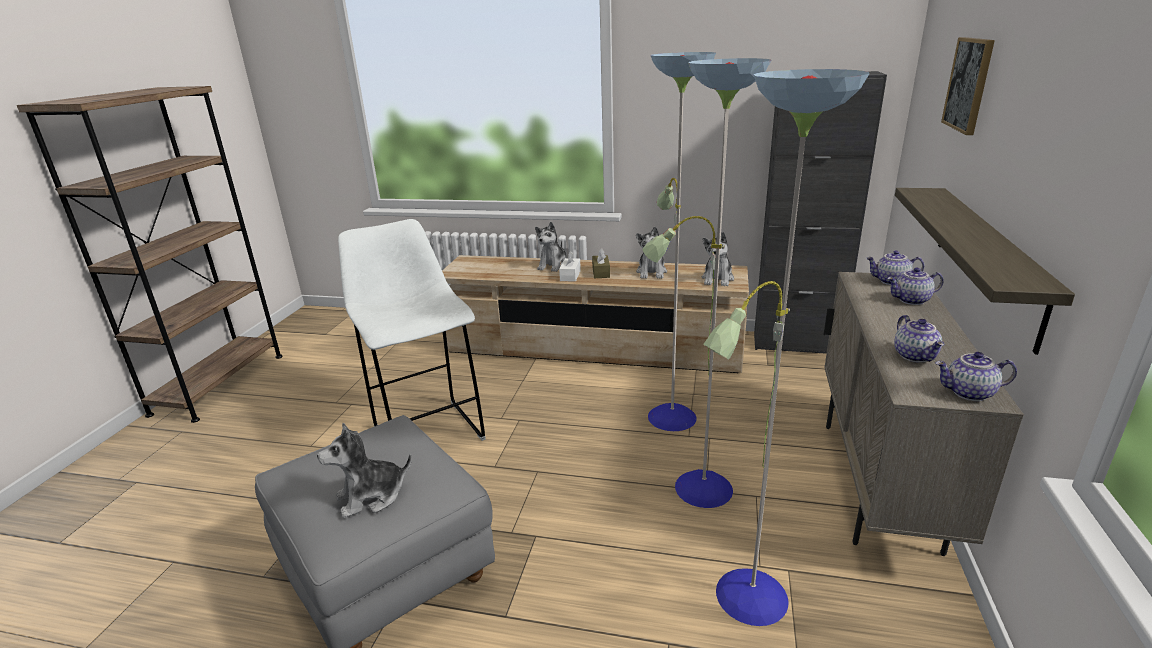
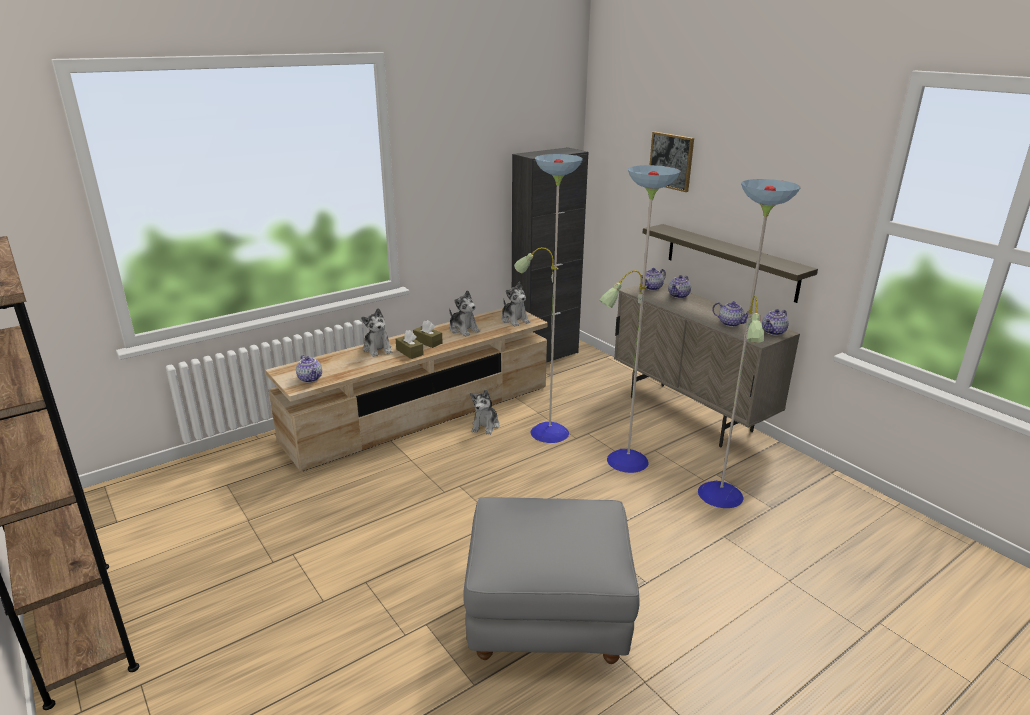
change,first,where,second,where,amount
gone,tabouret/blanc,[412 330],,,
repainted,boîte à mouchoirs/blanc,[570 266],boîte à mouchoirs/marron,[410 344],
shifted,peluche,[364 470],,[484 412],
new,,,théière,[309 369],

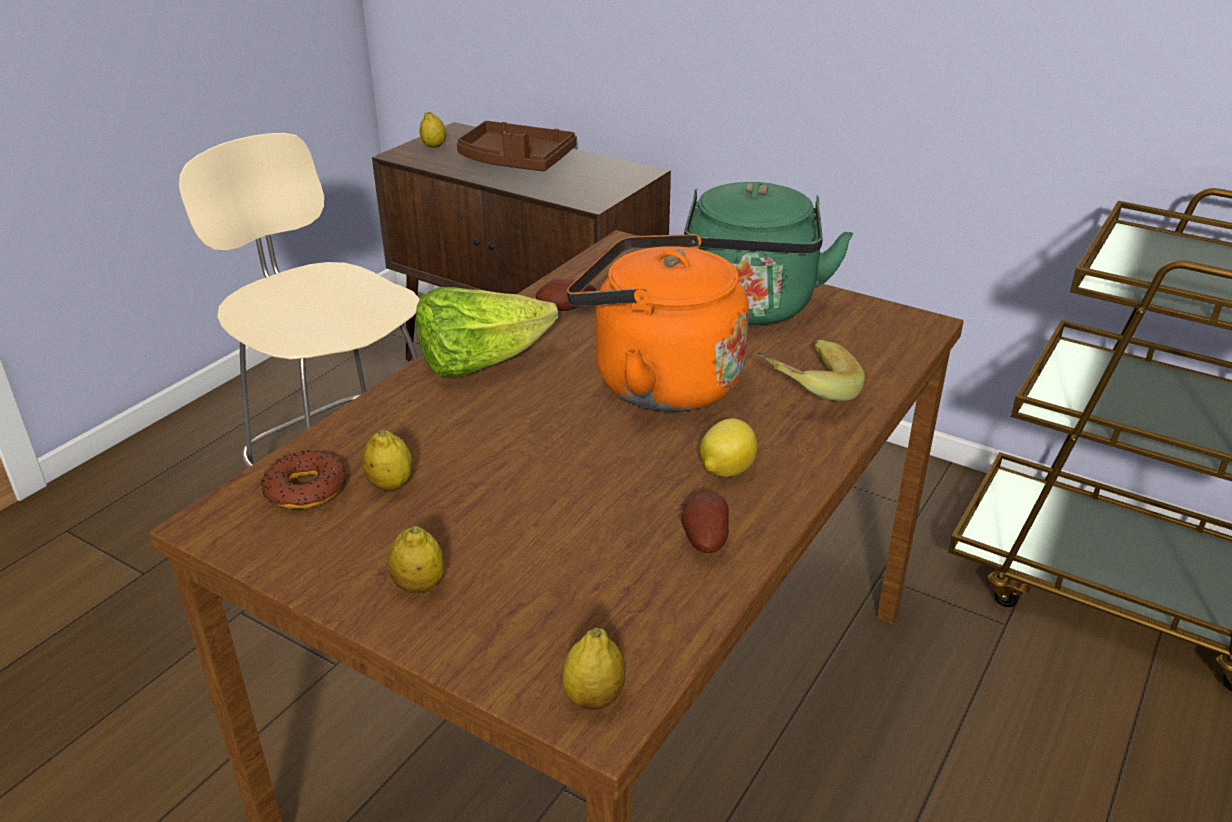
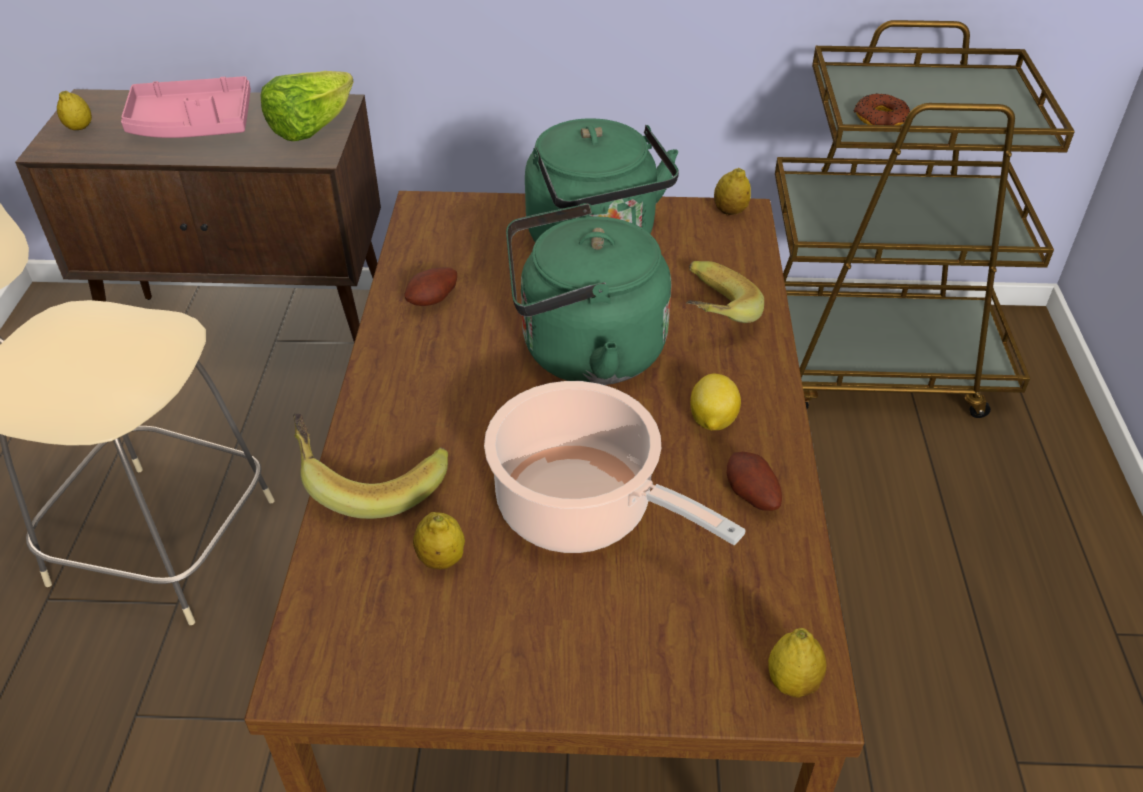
change,first,where,second,where,amount
repainted,plateau/marron,[517 146],plateau/rose,[186 107],
repainted,bouilloire/orange,[658 323],bouilloire/vert,[588 294],
shifted,laitue,[487 332],,[307 106],
shifted,beignet,[303 479],,[881 109],
shifted,citron,[415 559],,[732 191],
new,,,marmite,[615 467],
new,,,banane,[370 466],

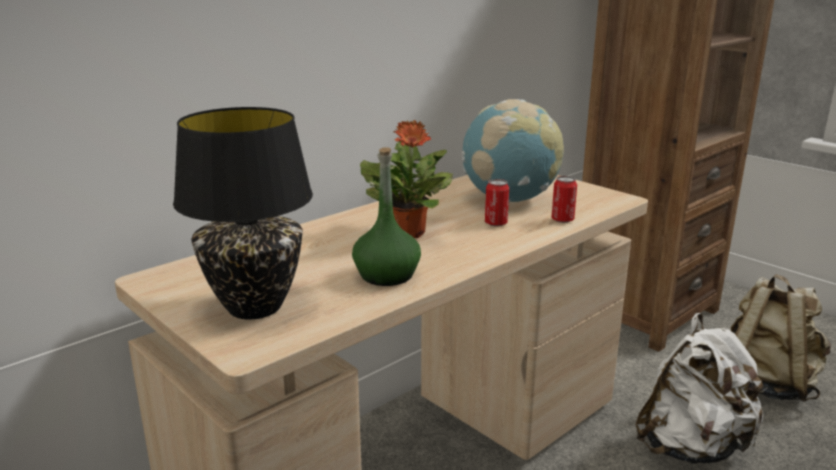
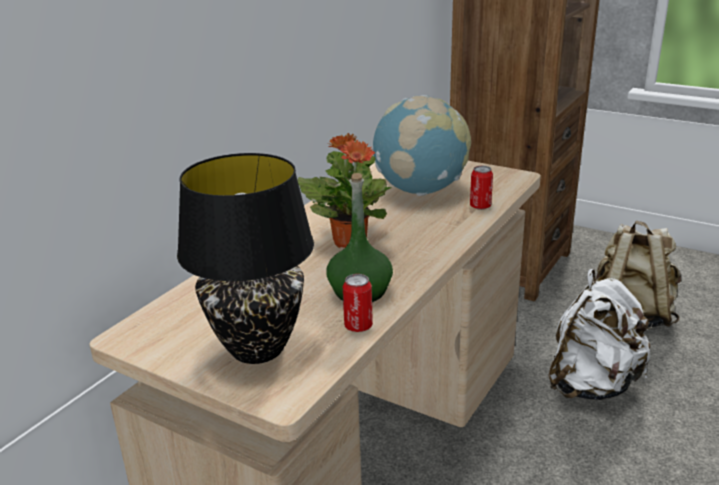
change,first,where,second,where,amount
shifted,boîte métallique,[497 203],,[358 303],

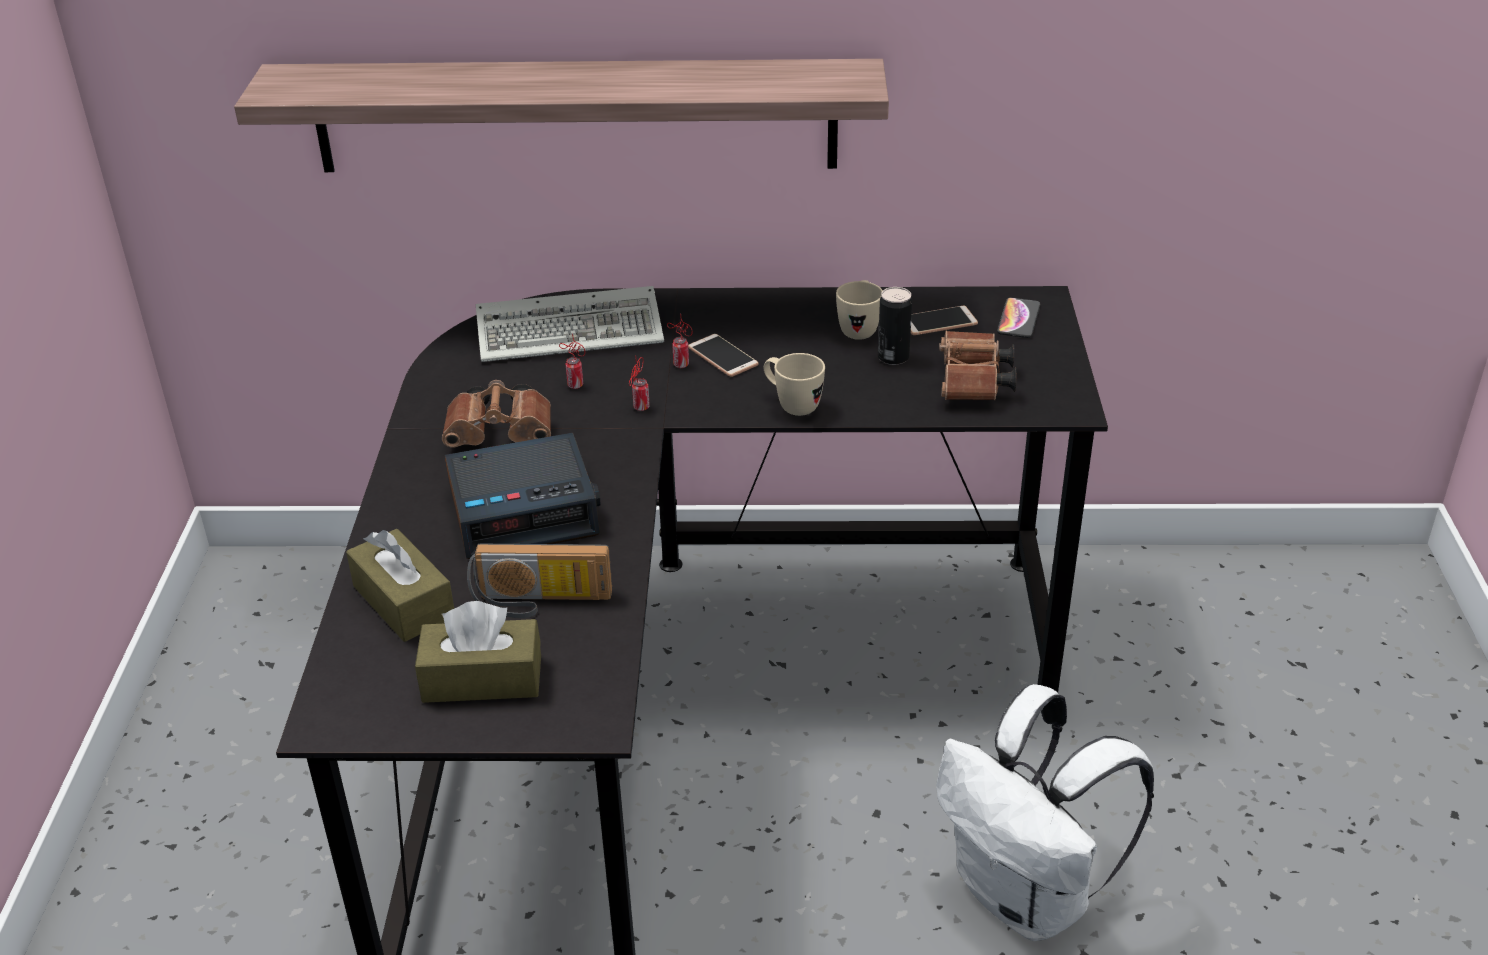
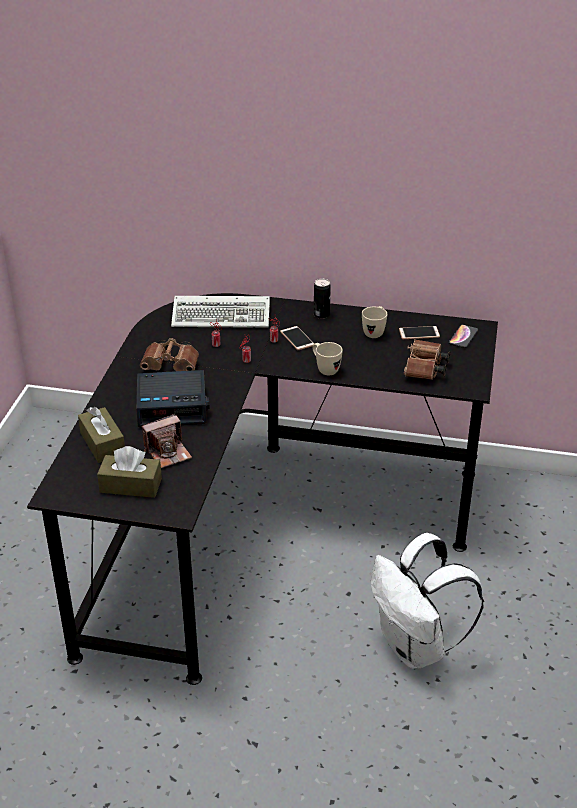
change,first,where,second,where,amount
gone,étagère,[561 115],,,
shifted,boîte métallique,[895 326],,[322 299],
swapped,radio,[539 581],appareil photo,[167 441],

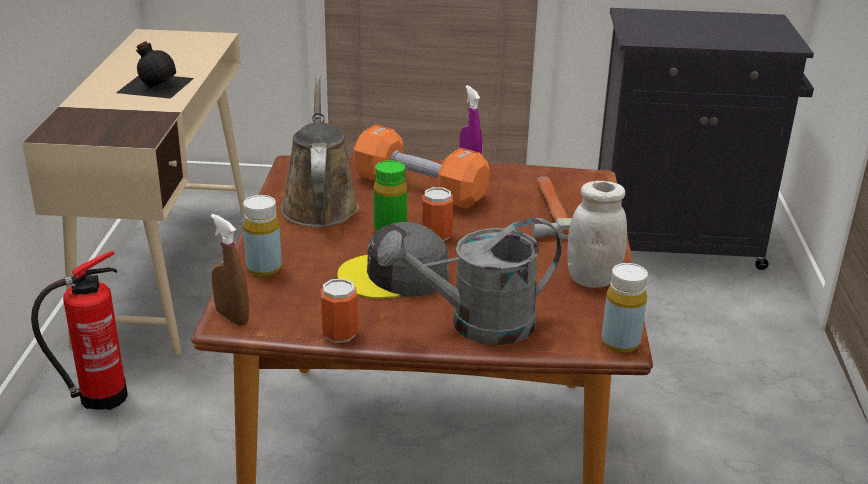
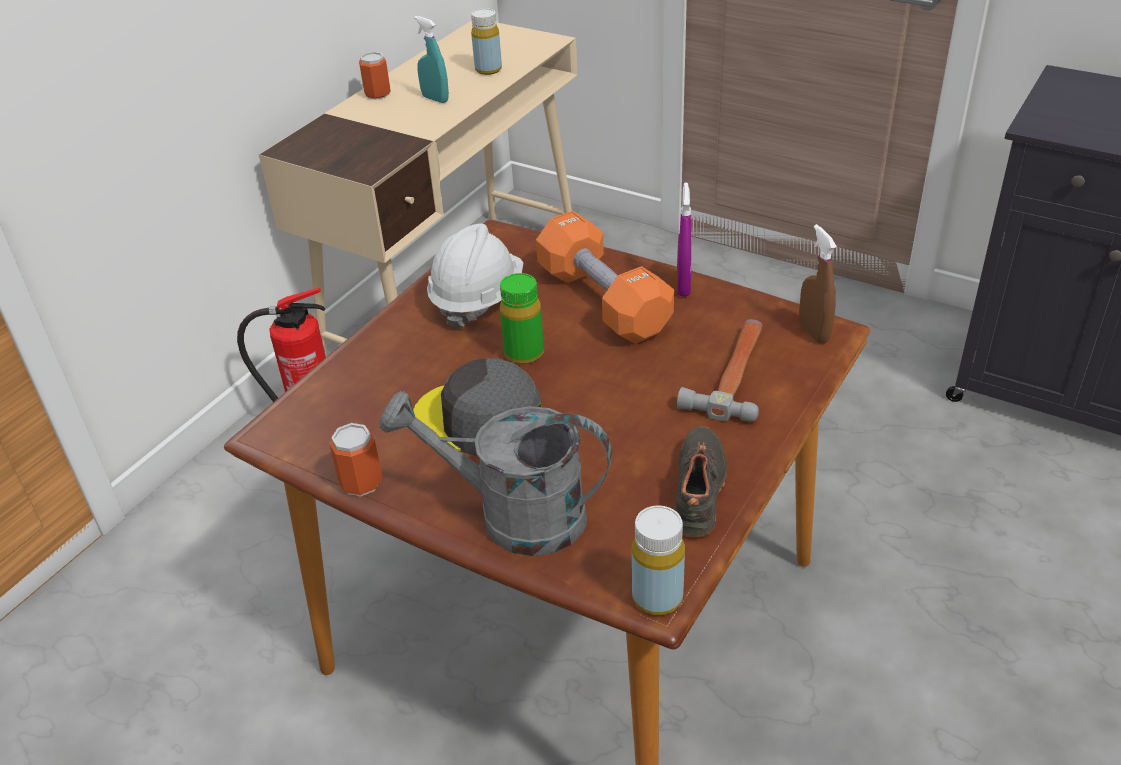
change,first,where,second,where,amount
swapped,bouteille/noir,[155 70],vaporisateur/turquoise,[431 59],
swapped,arrosoir/marron,[320 151],casque de chantier/blanc,[475 276],
swapped,bocal/blanc,[597 234],chaussure/noir,[701 481],
shifted,boîte métallique,[437 214],,[375 76],
shifted,bouteille/jaune,[262 236],,[486 41],
shifted,vaporisateur/marron,[230 270],,[818 283],

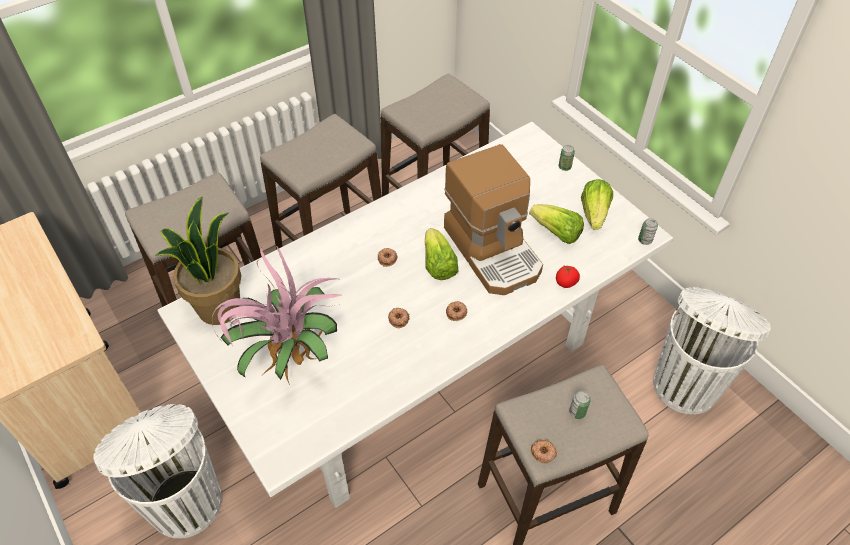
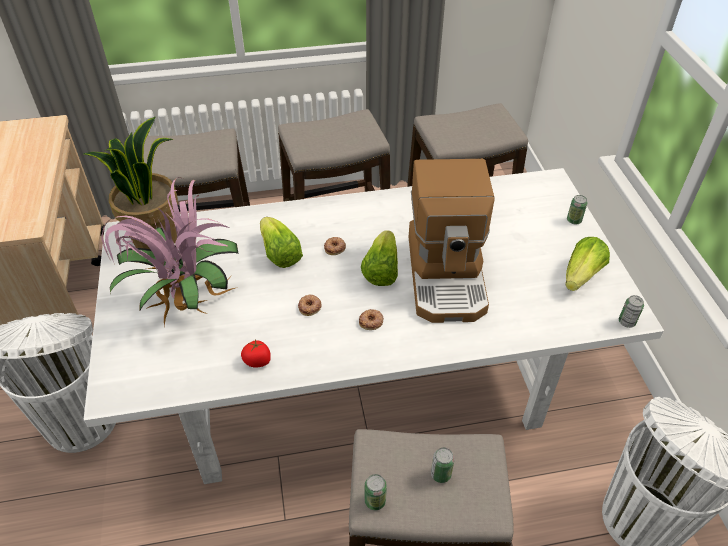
change,first,where,second,where,amount
shifted,laitue,[556 224],,[281 242],
shifted,tomate,[568 277],,[256 353],
swapped,beignet,[544 451],boîte métallique,[376 492],

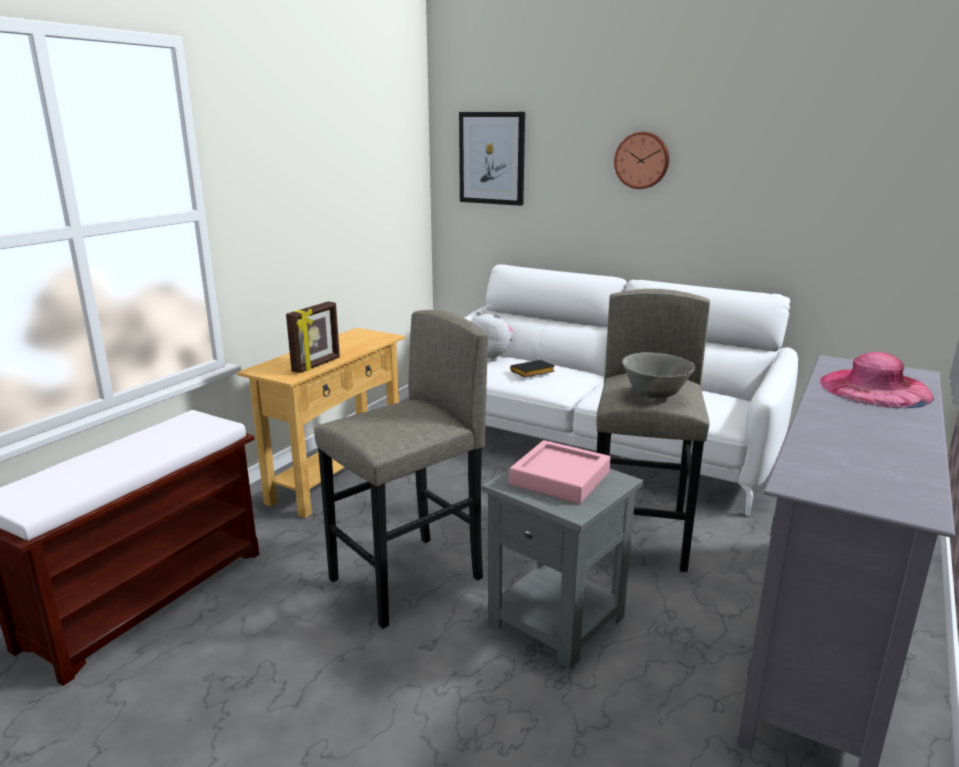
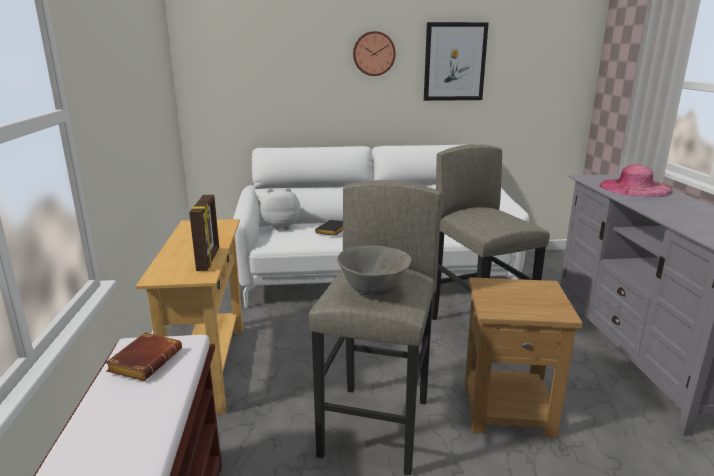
change,first,where,second,where,amount
shifted,tableau,[492 159],,[456 61],
shifted,bol/gris,[658 375],,[374 271],
gone,plateau/rose,[560 472],,,
repainted,table d'appoint/gris,[562 569],table d'appoint/marron,[524 357],
new,,,livre/marron,[143 357],

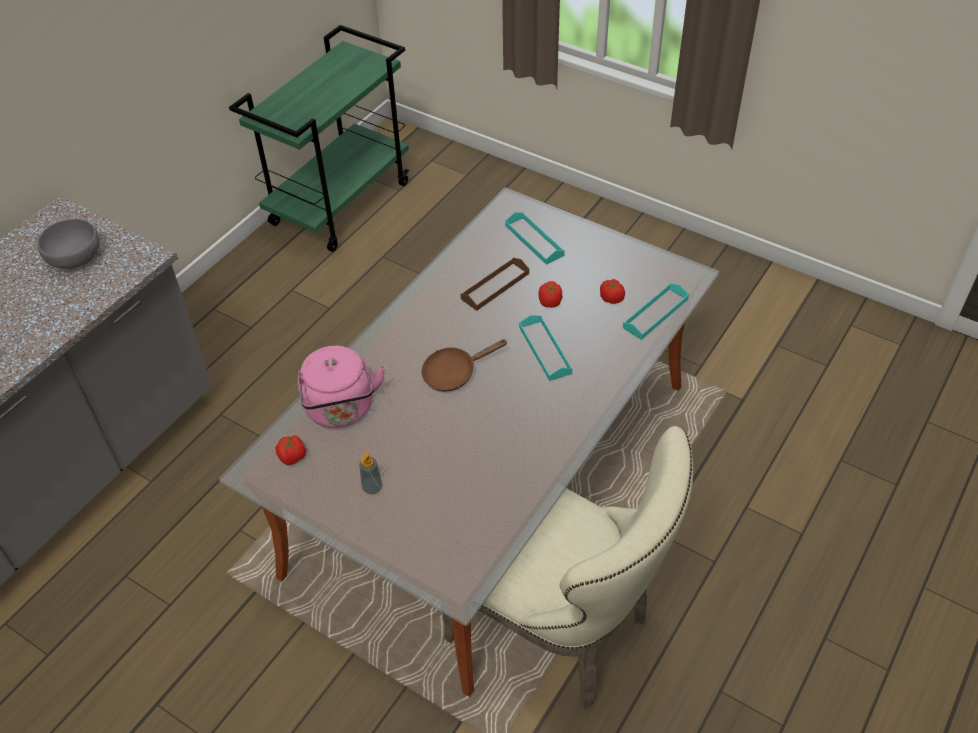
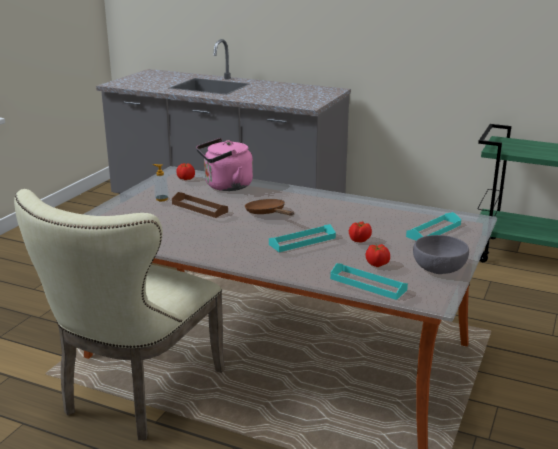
change,first,where,second,where,amount
shifted,bol/gris,[68 244],,[441 254],
shifted,plateau/marron,[495 284],,[200 205],

